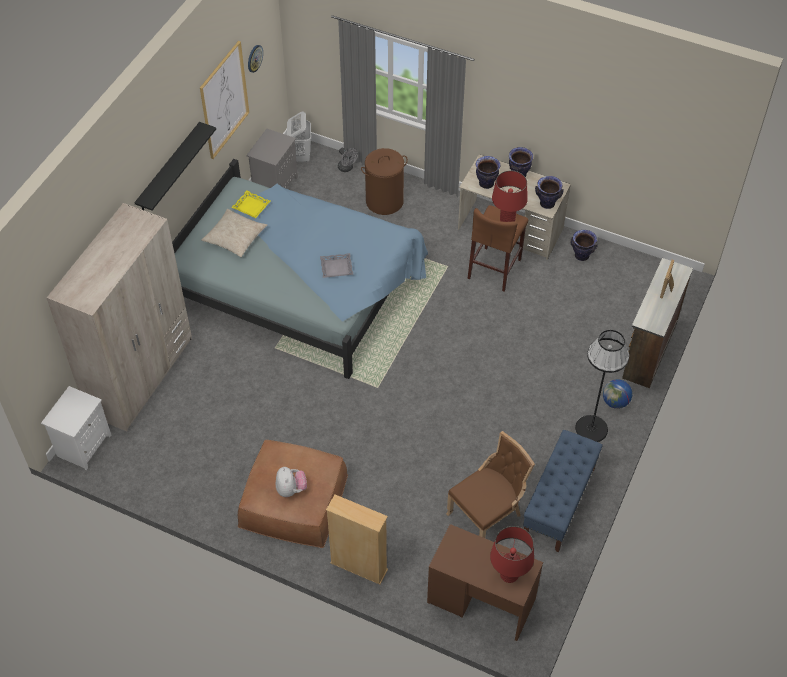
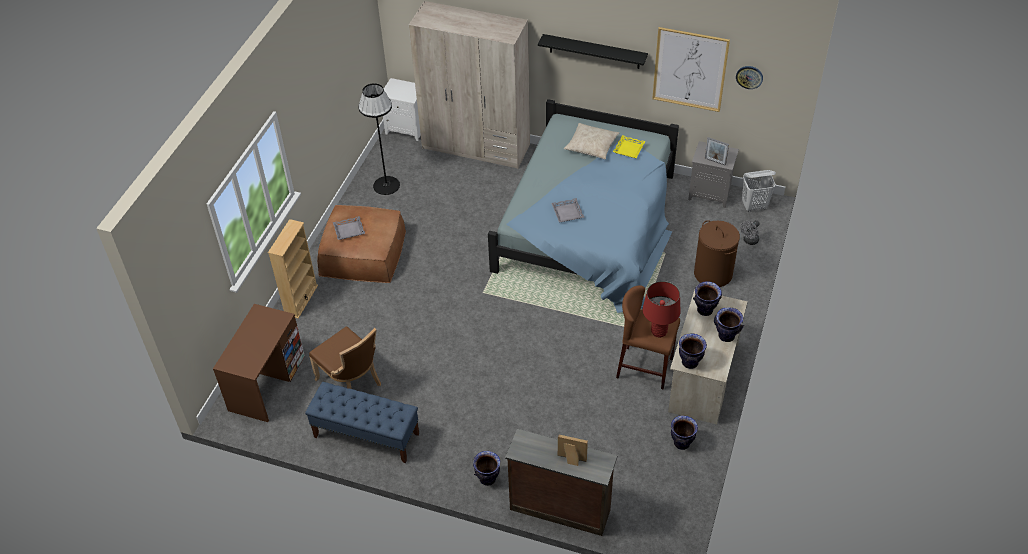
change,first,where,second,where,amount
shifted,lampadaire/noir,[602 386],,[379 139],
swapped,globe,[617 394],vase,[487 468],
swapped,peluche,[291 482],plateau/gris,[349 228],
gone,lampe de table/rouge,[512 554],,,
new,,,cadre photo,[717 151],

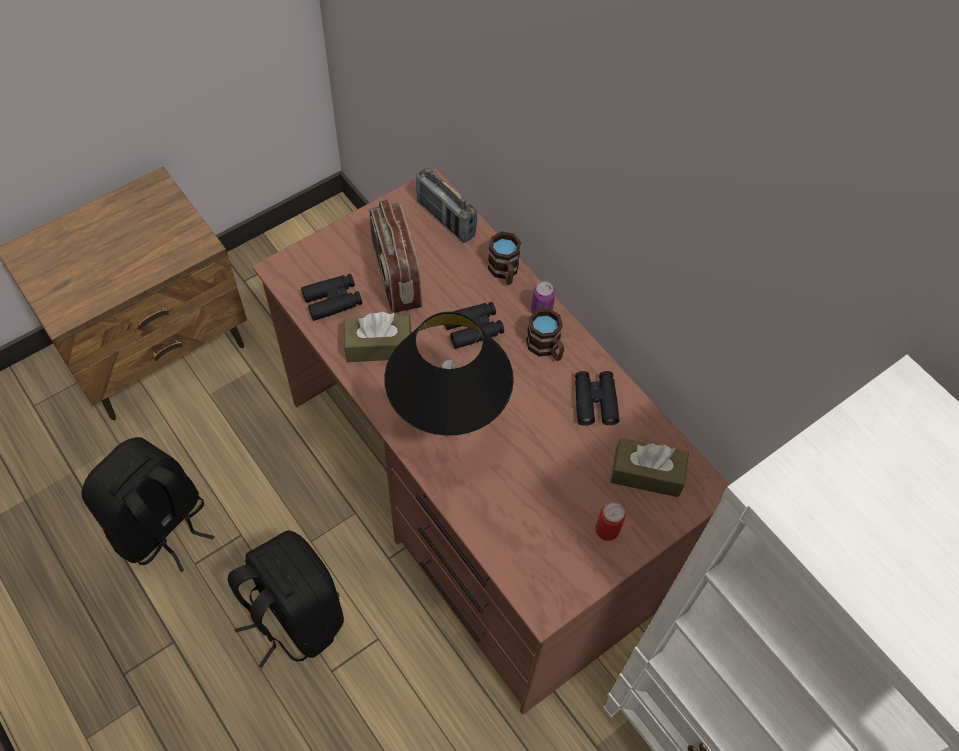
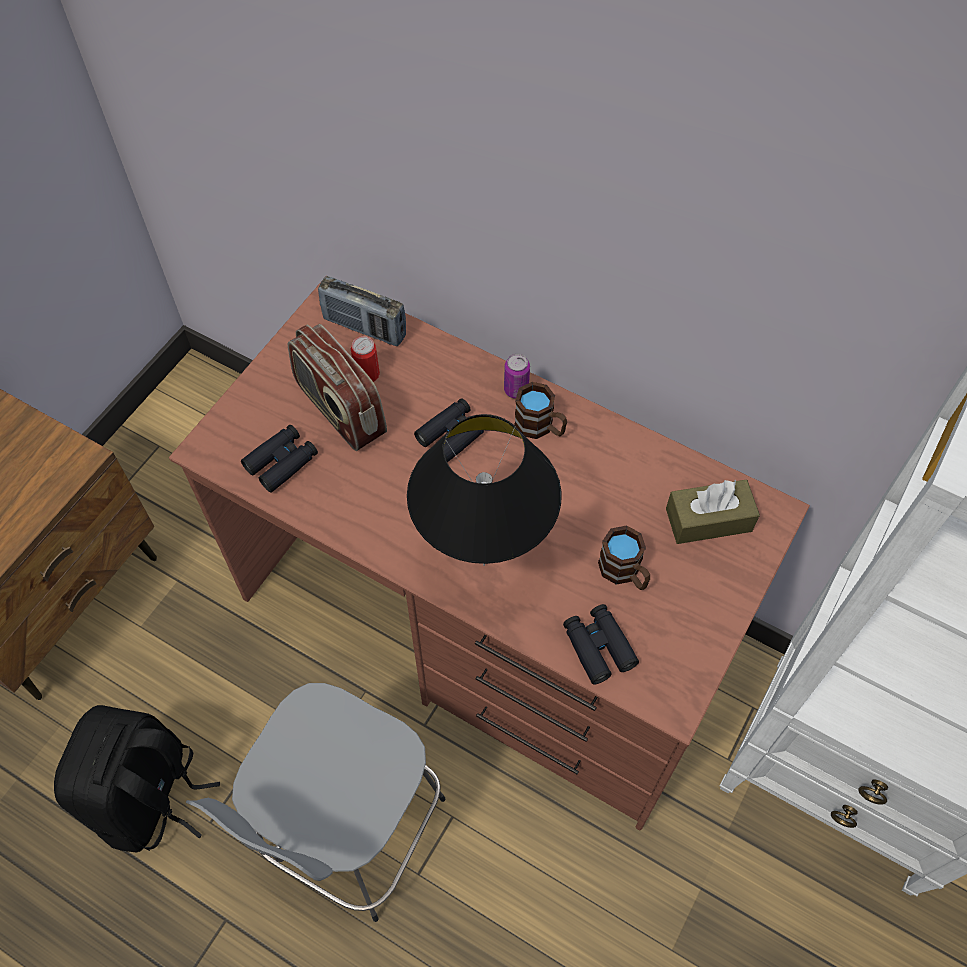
change,first,where,second,where,amount
shifted,mug/marron,[504 258],,[624 558],
gone,boîte à mouchoirs/marron,[377 337],,,
shifted,jumelles/noir,[597 398],,[601 644],
shifted,boîte métallique,[610 521],,[365 359],
swapped,sac à dos/noir,[286 599],tabouret/gris,[315 802],

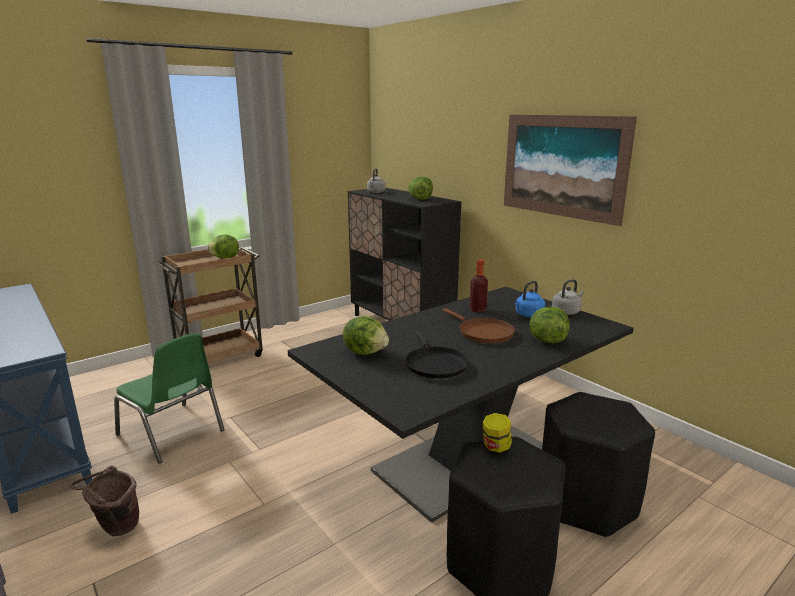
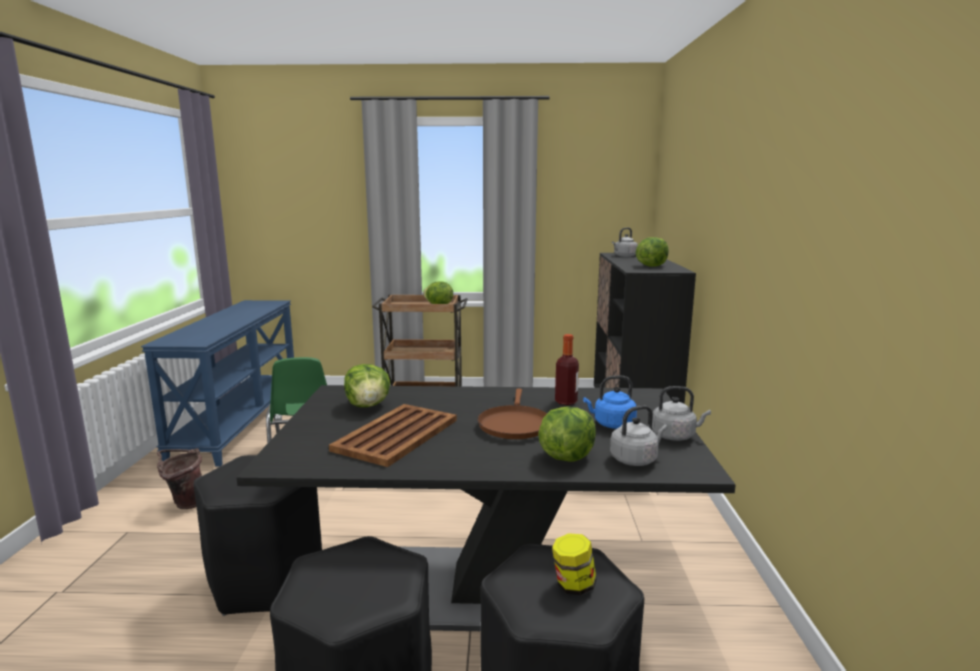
change,first,where,second,where,amount
gone,tableau,[570 170],,,
swapped,poêle/noir,[437 354],plateau/marron,[393 435],
shifted,bocal,[497 434],,[574 564],
new,,,bouilloire/gris,[639 435],
new,,,tabouret/noir,[258 535],

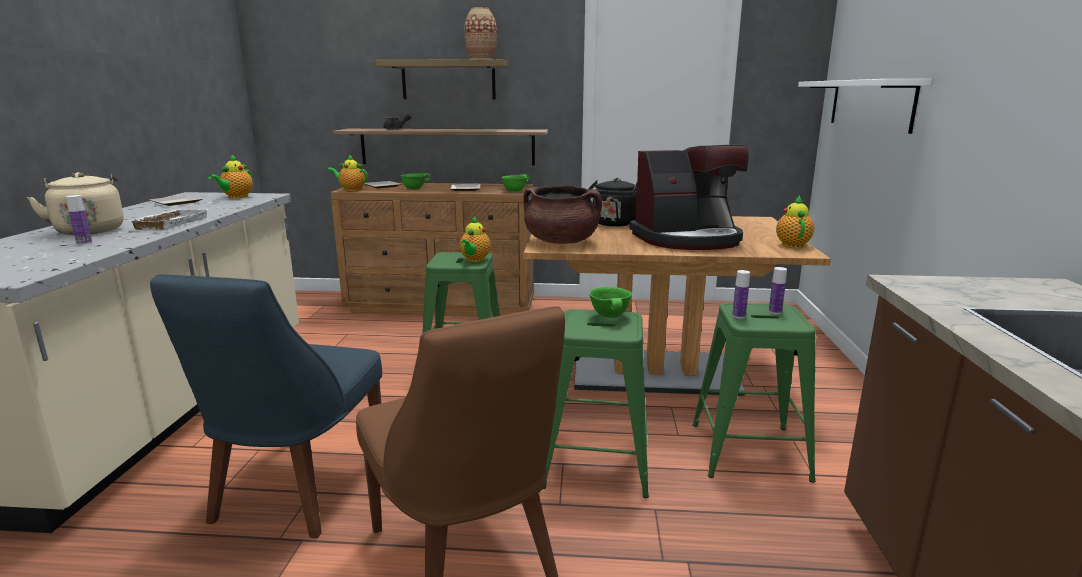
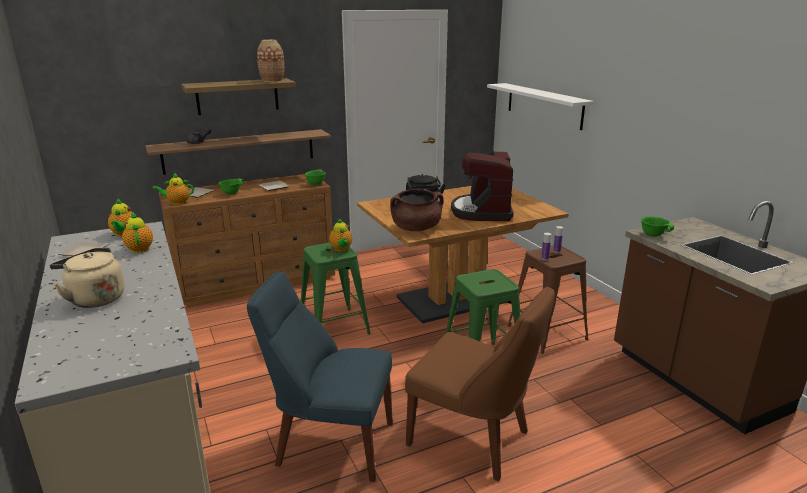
change,first,where,second,where,amount
rotated,machine à café,[689 197],,[482 186],135 degrees clockwise
gone,bouteille,[79 220],,,
shifted,théière,[795 221],,[137 232],
gone,plateau/blanc,[168 220],,,
rotated,chaise/bleu,[266 407],,[320 376],120 degrees clockwise
shifted,bol/vert,[610 302],,[657 226],
repainted,tabouret/vert,[754 393],tabouret/marron,[547 299],

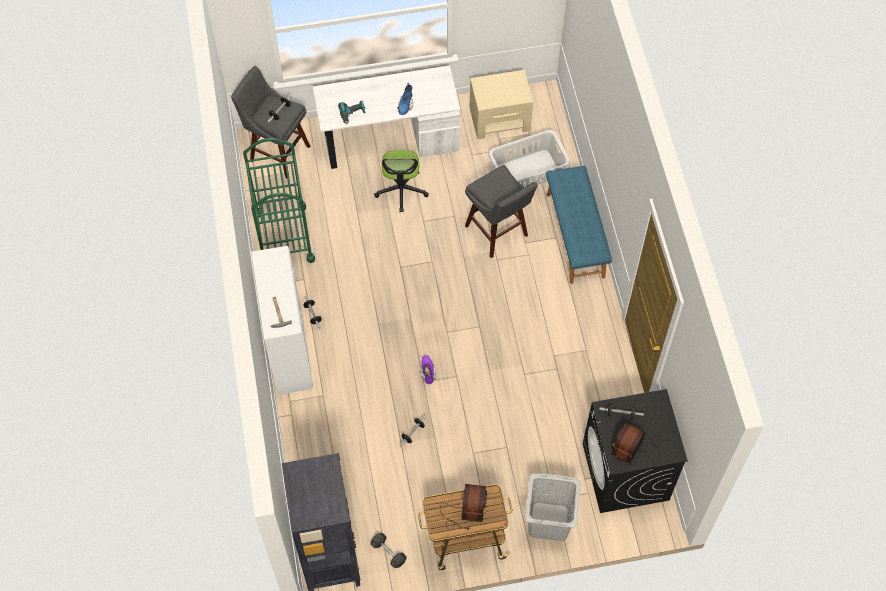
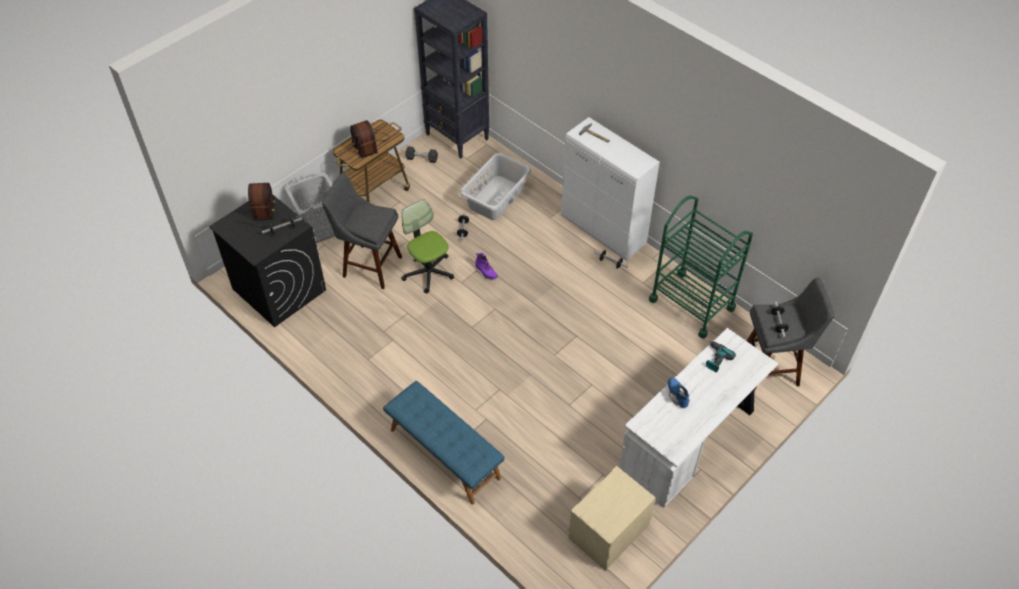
change,first,where,second,where,amount
shifted,panier à linge/gris,[529 158],,[495 186],
shifted,chaise de bureau,[401 181],,[428 246],
shifted,tabouret/gris,[501 211],,[362 231],

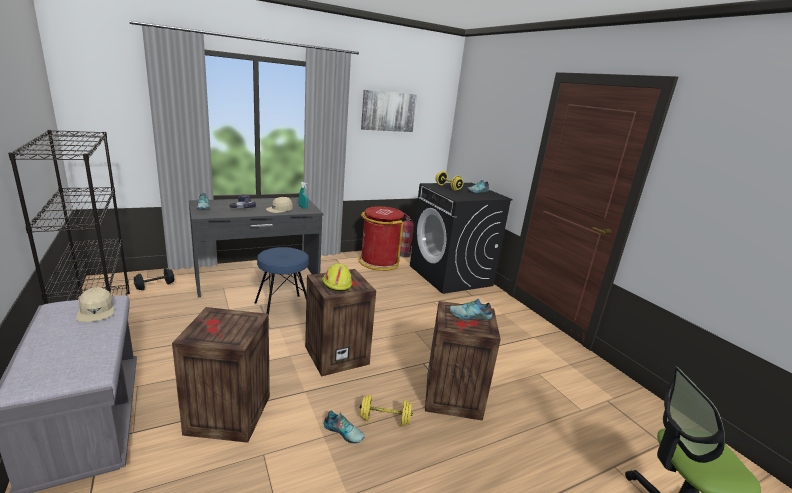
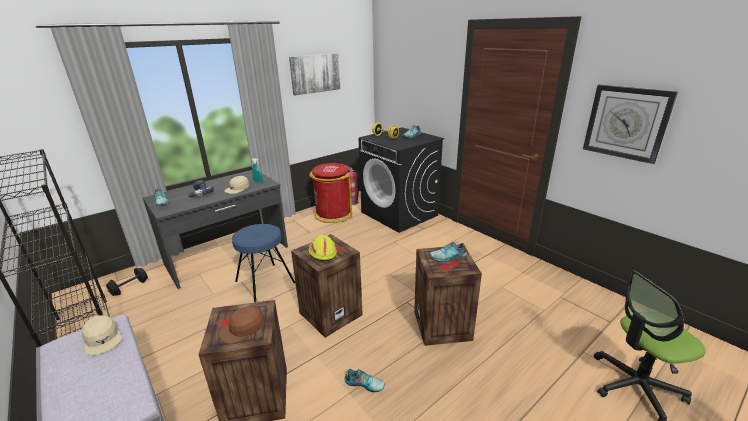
change,first,where,second,where,amount
gone,haltère/jaune,[386 410],,,
new,,,horloge murale,[630 124],
new,,,casquette/marron,[242 325],

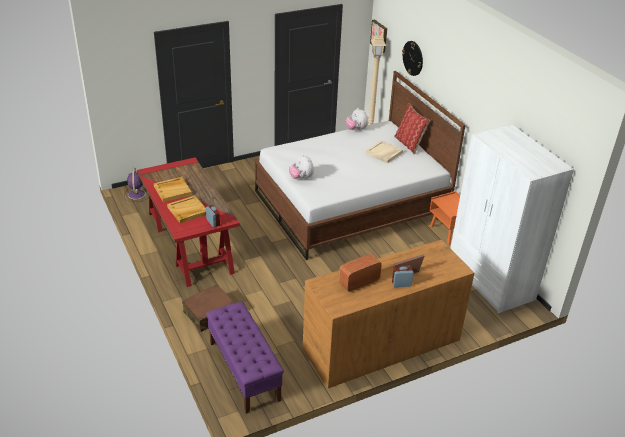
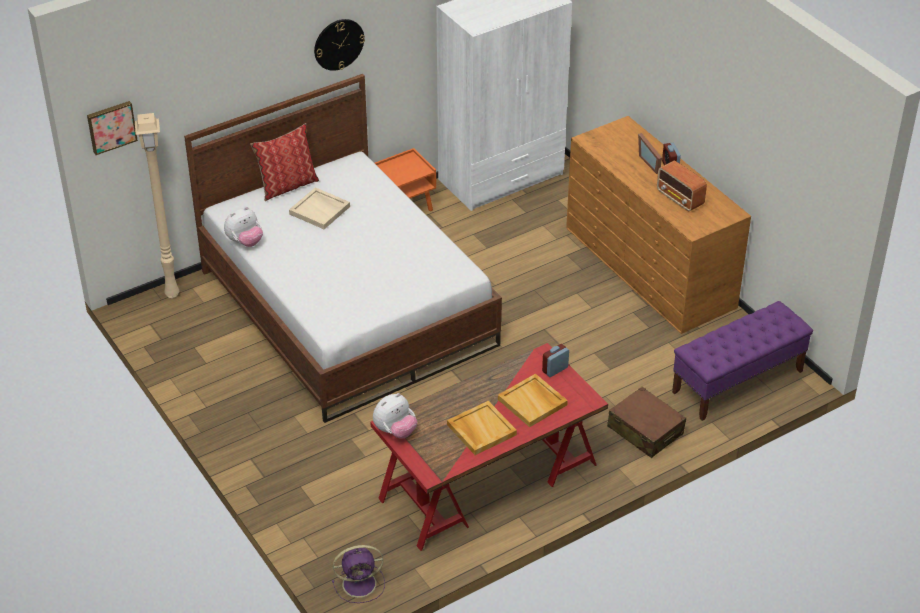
change,first,where,second,where,amount
shifted,horloge murale,[412 58],,[339 45],
shifted,peluche,[301 166],,[395 415],

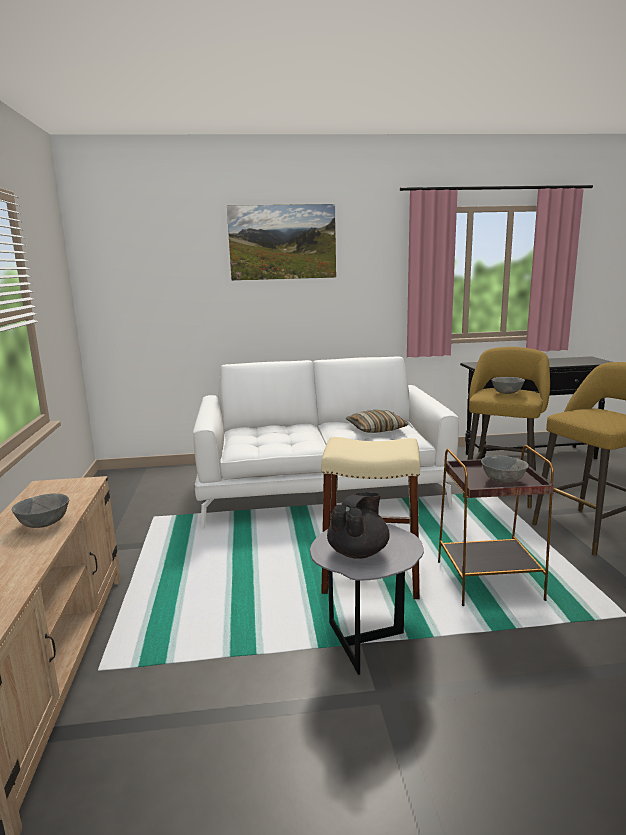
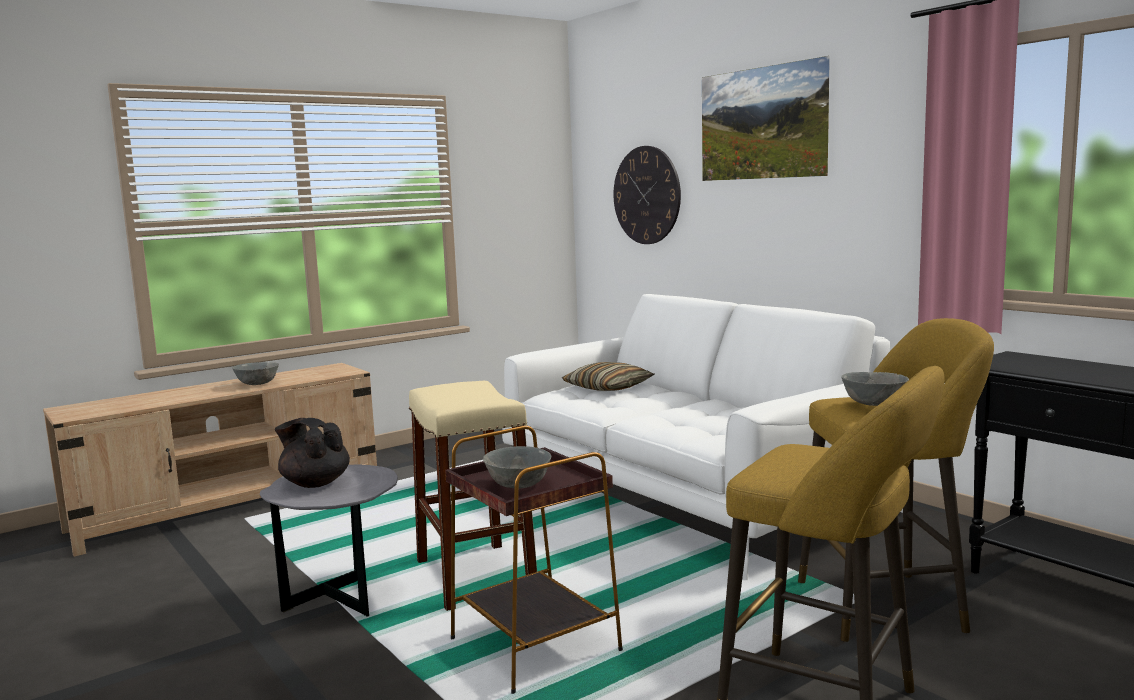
change,first,where,second,where,amount
shifted,coussin,[376 421],,[608 376],
rotated,théière/noir,[358 525],,[312 453],150 degrees counterclockwise
new,,,horloge murale,[647 195],

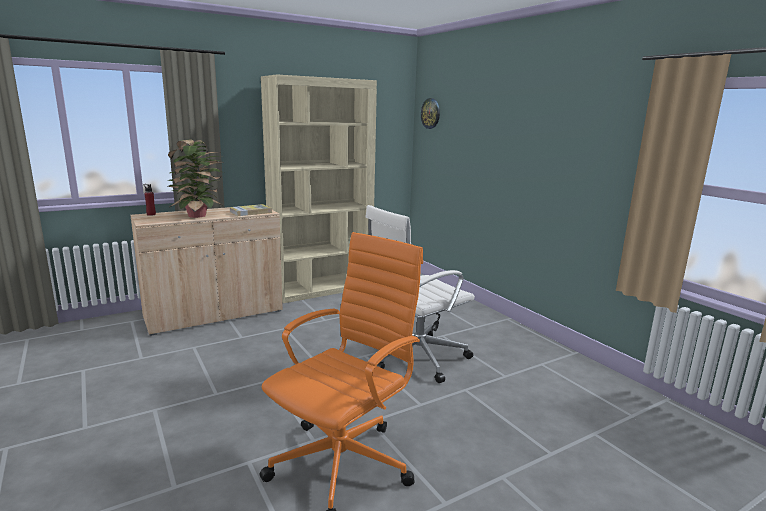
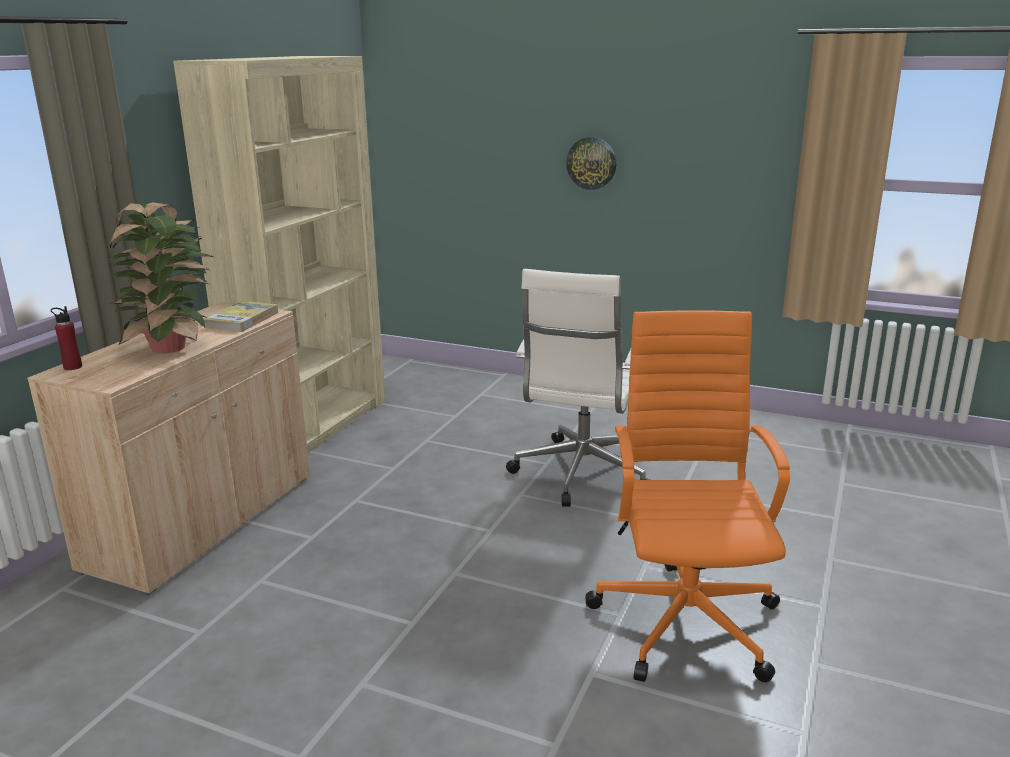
change,first,where,second,where,amount
shifted,horloge murale,[430 113],,[591 163],

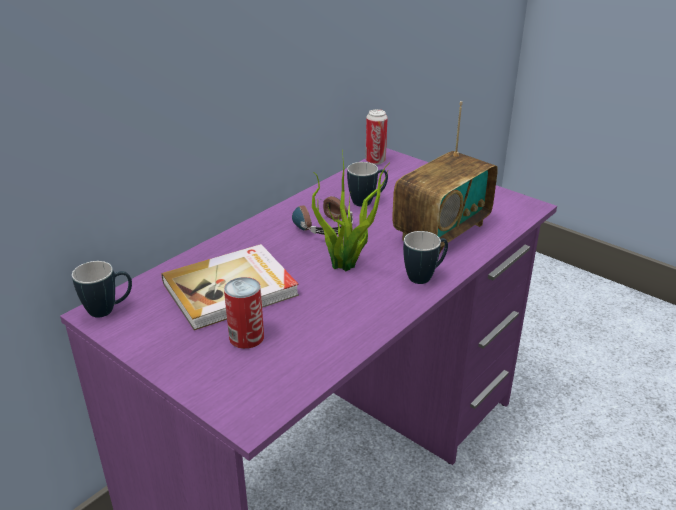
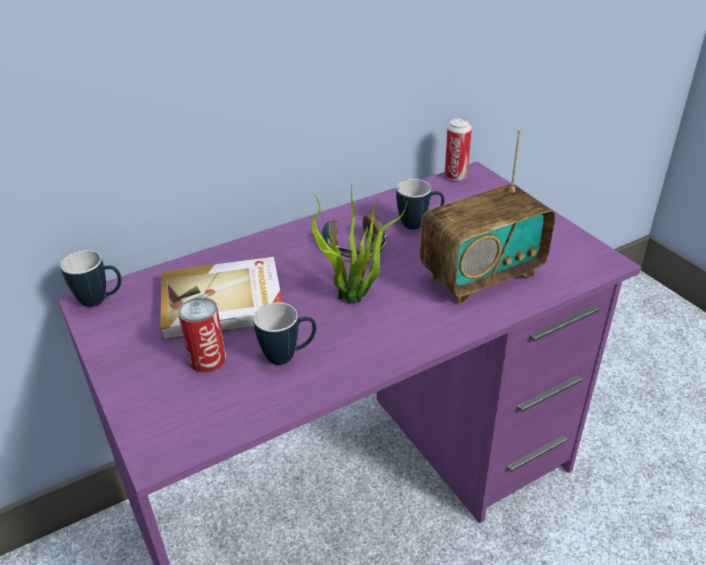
change,first,where,second,where,amount
shifted,mug,[425 257],,[284 333],

